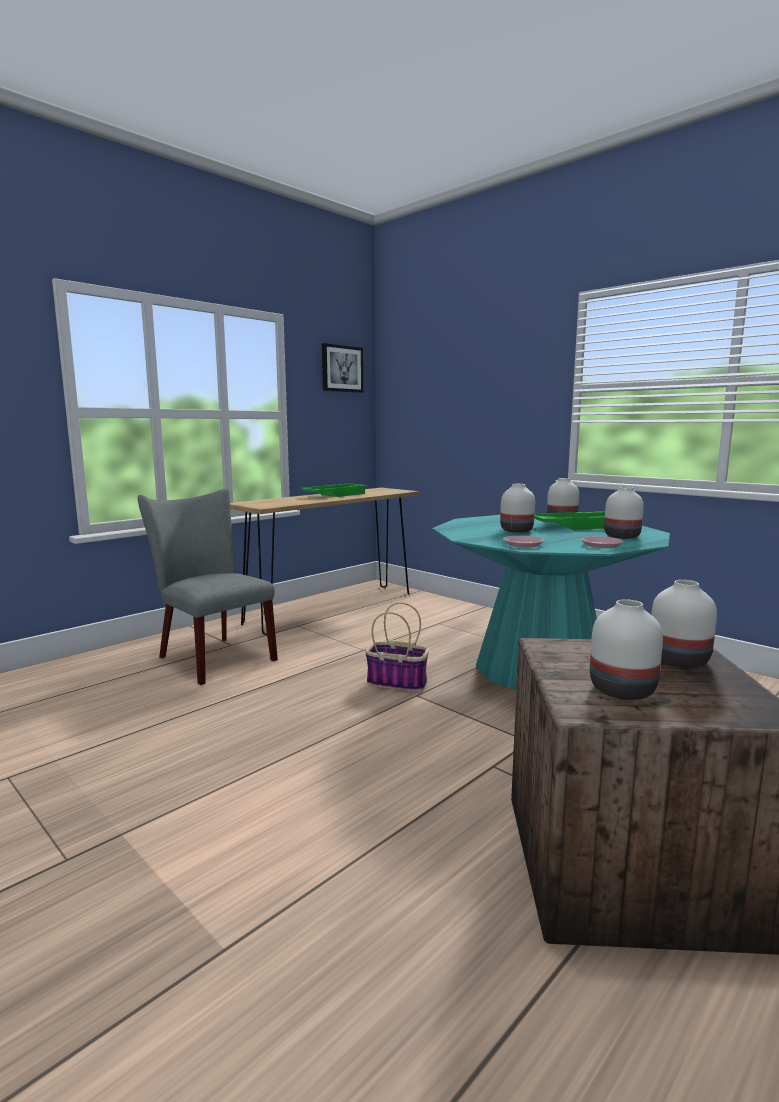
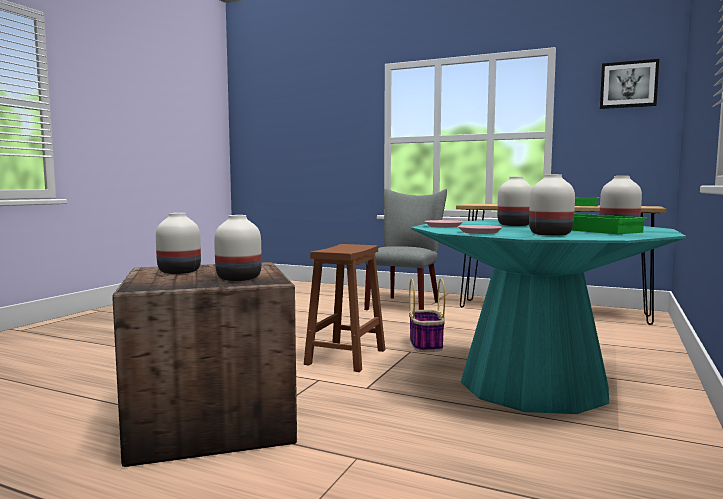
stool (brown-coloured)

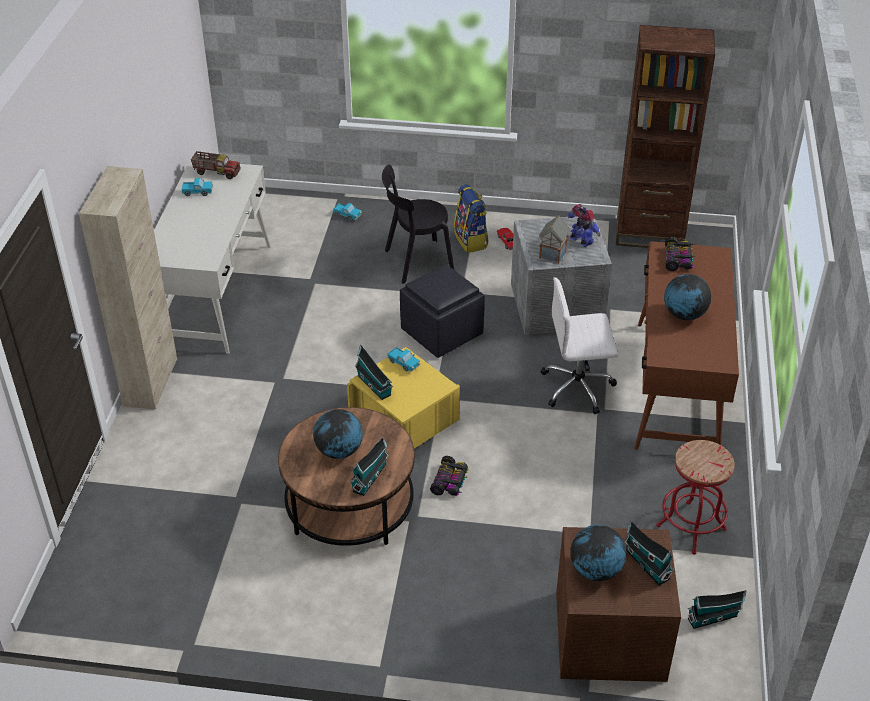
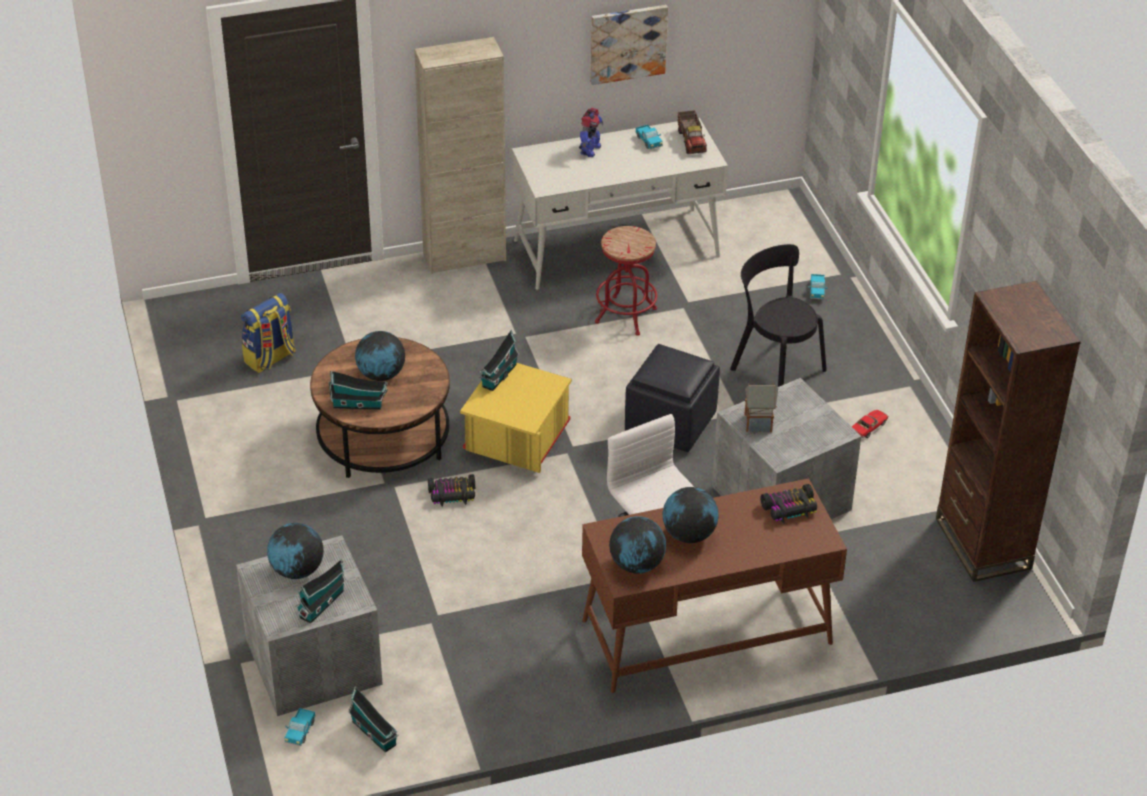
toy truck (no. 1 from left)
knapsack
storage bin (grey) (no. 1 from left)
model robot
stool (reddish)
picture
world globe (no. 3 from left)

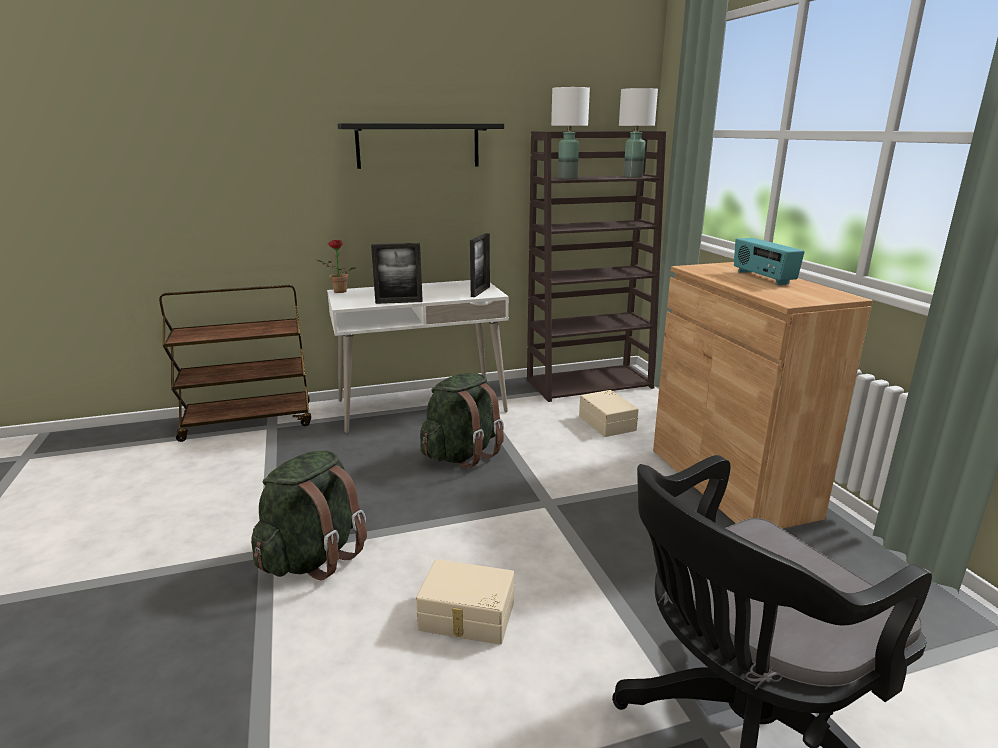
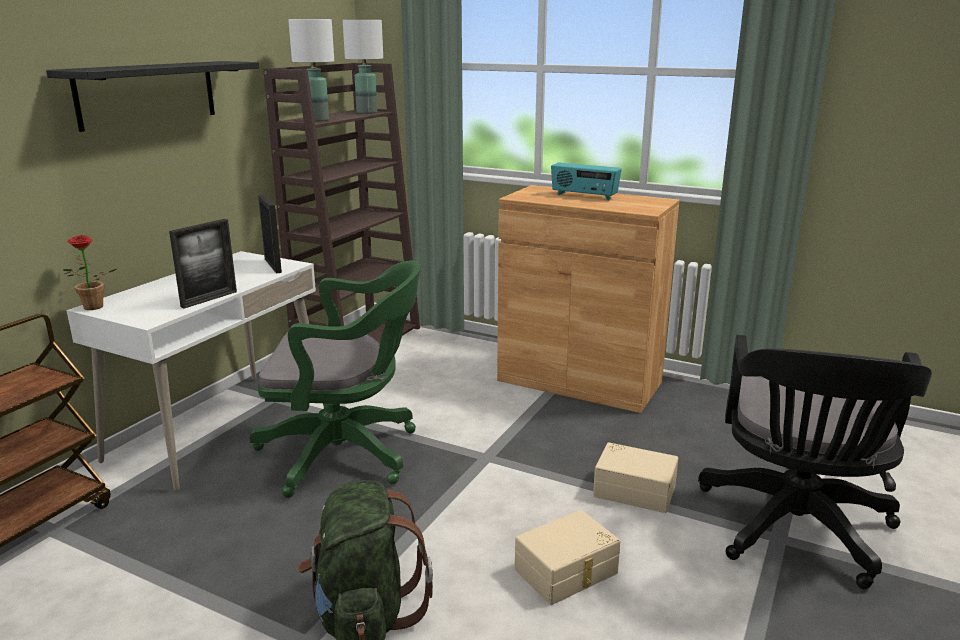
computer chair (green-coloured)
storage bin (beige-coloured) (no. 2 from left)

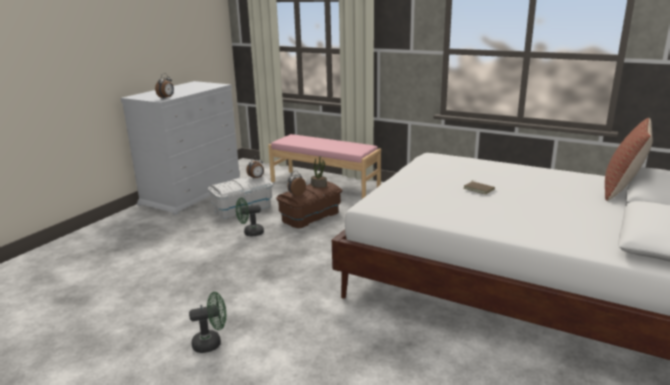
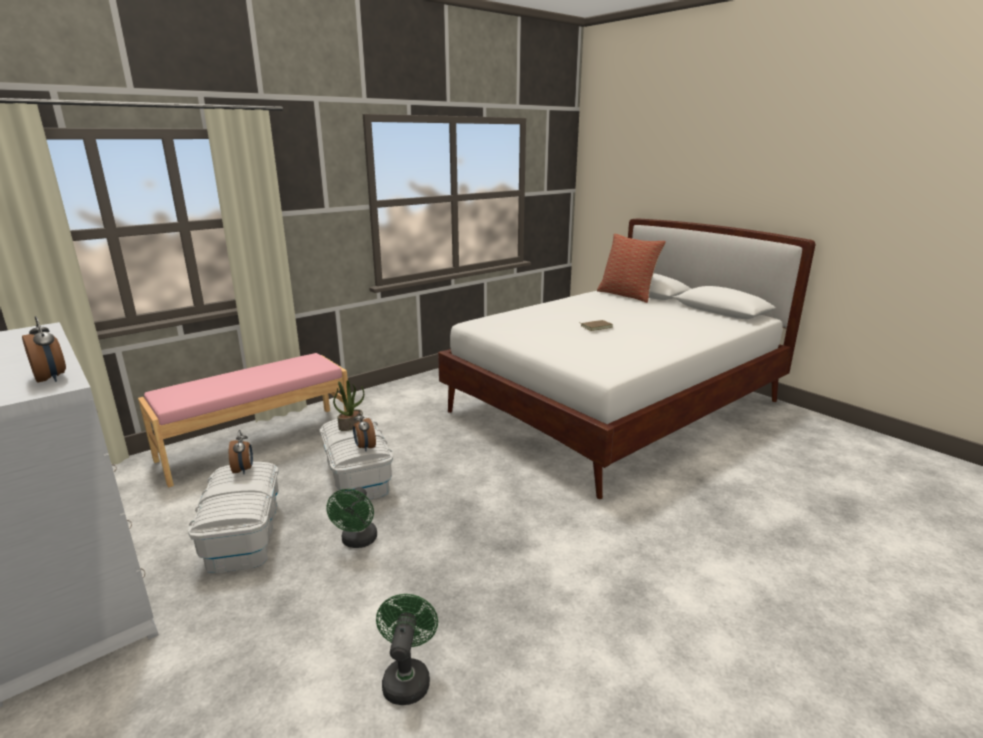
cooling fan (green-coloured) (no. 2 from left)
storage bin (white-coloured) (no. 2 from left)

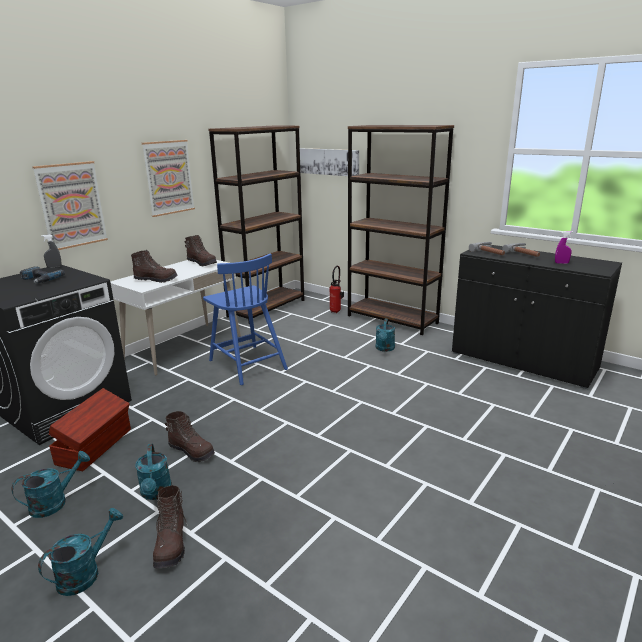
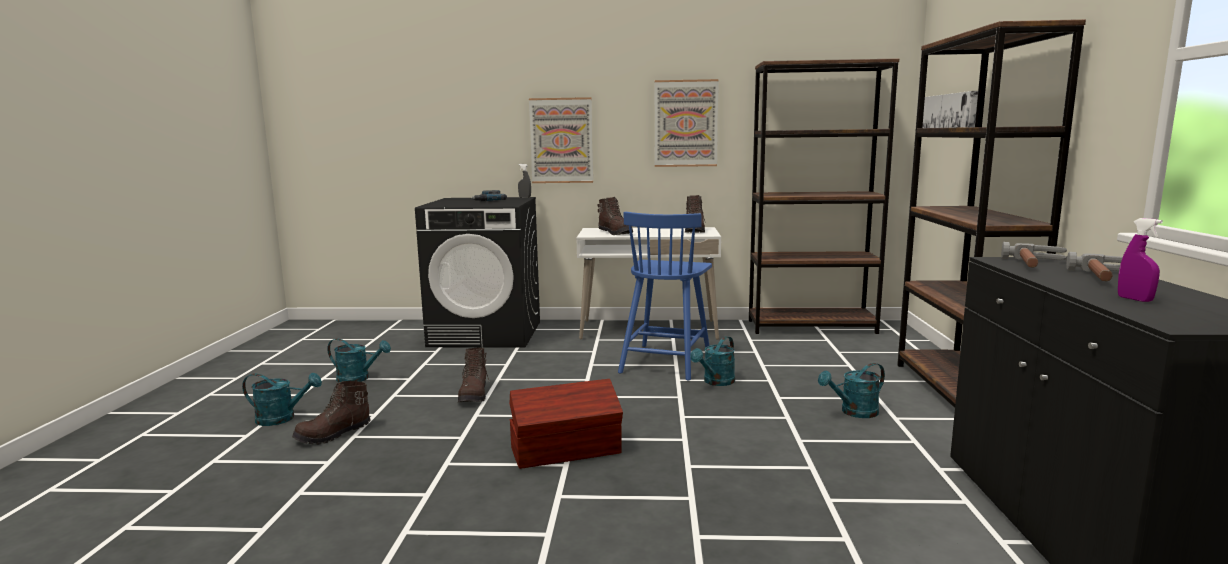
storage bin (brown-coloured)
watering pot (turquoise) (no. 3 from left)
fire-fighting cylinder

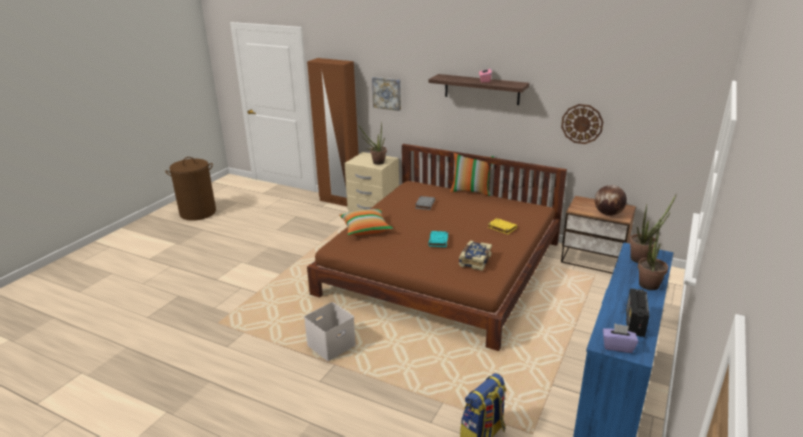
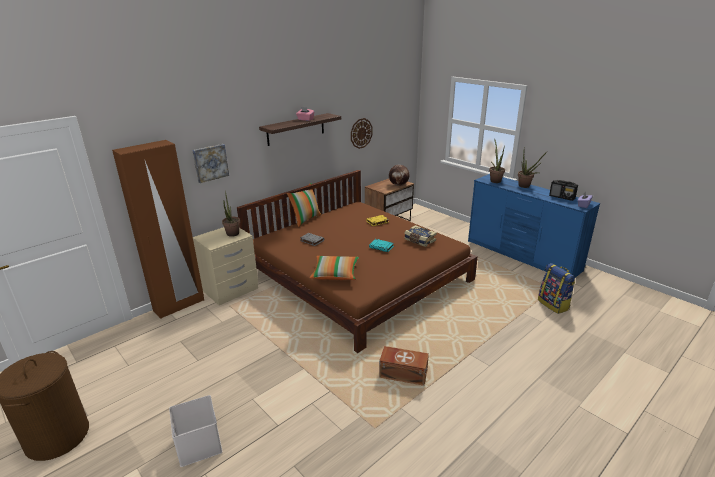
storage bin (white-coloured)
storage bin (brown-coloured)

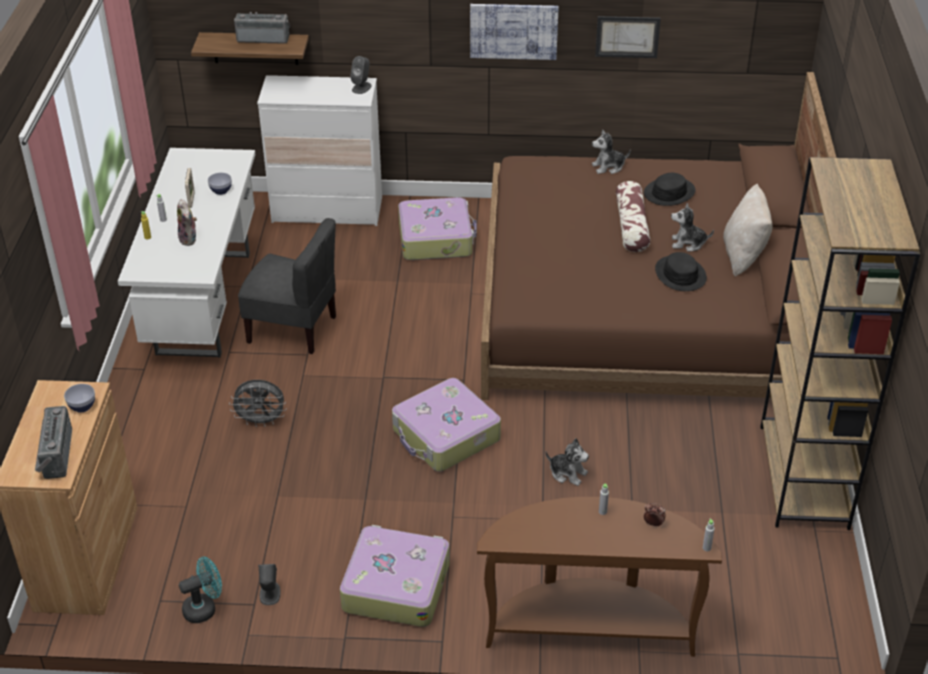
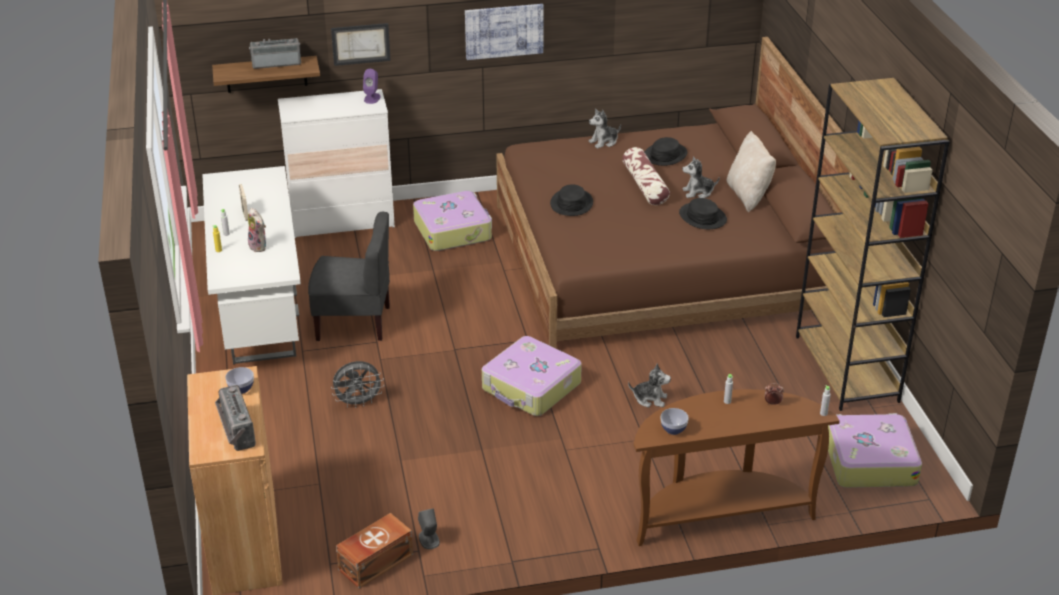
storage bin (brown-coloured)
deep dish (no. 2 from left)
piece of luggage (no. 3 from left)
speaker (purplish)
picture (no. 1 from left)
wearable hat (blackish) (no. 1 from left)

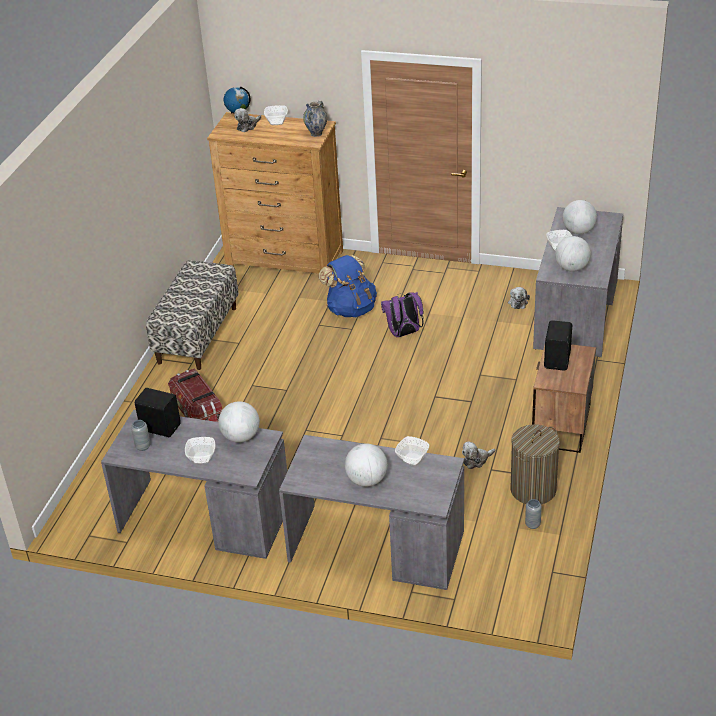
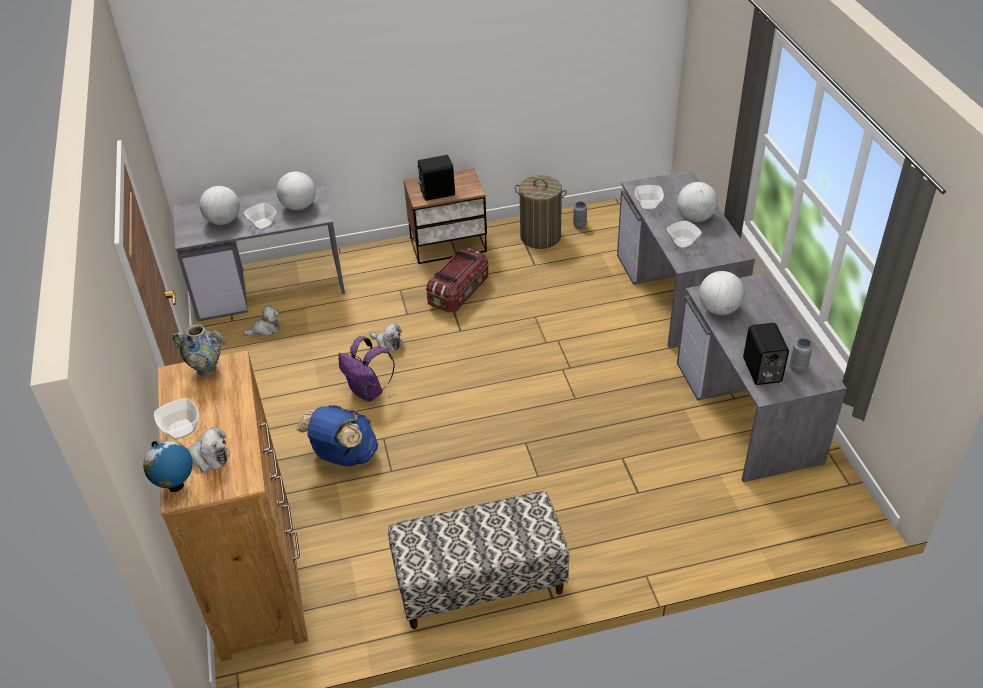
storage bin
deep dish (no. 4 from left)
plush toy (no. 3 from left)

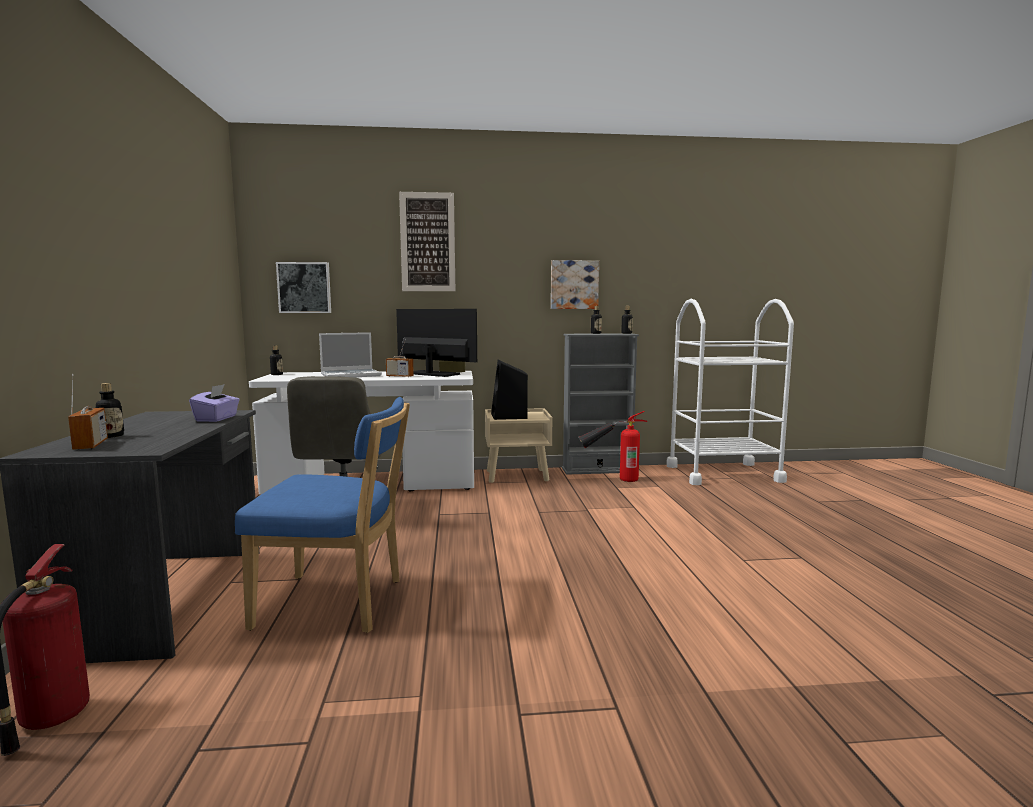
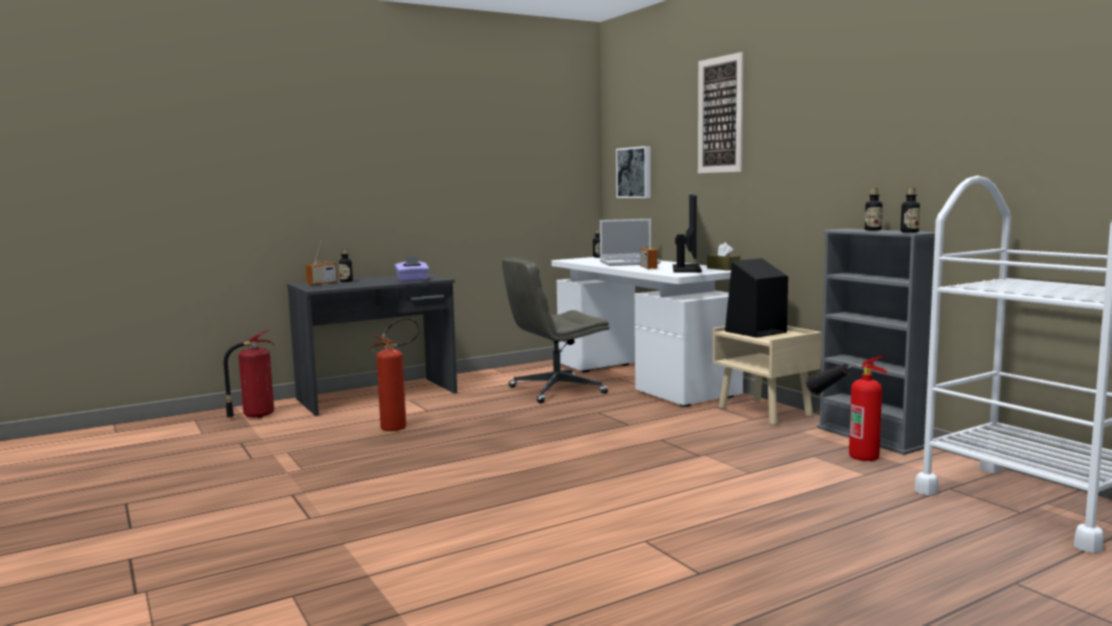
fire-fighting cylinder (no. 2 from left)
portable computer
picture (no. 3 from left in the first image)

